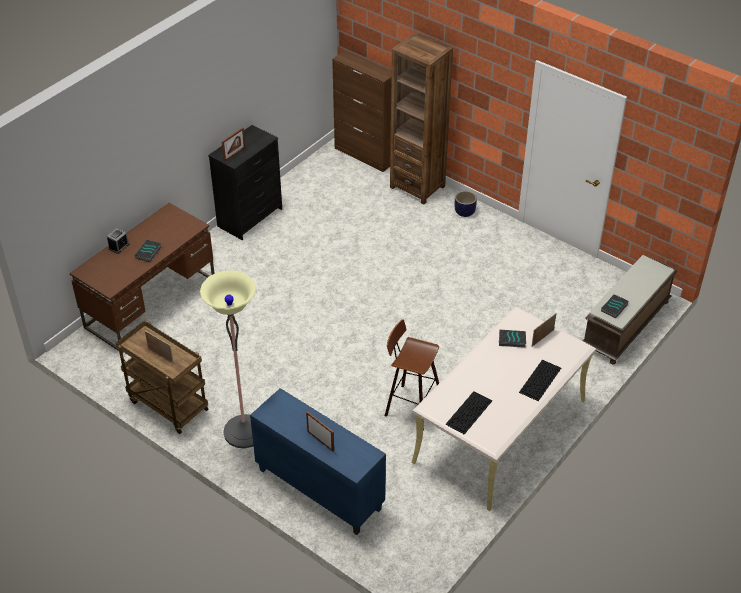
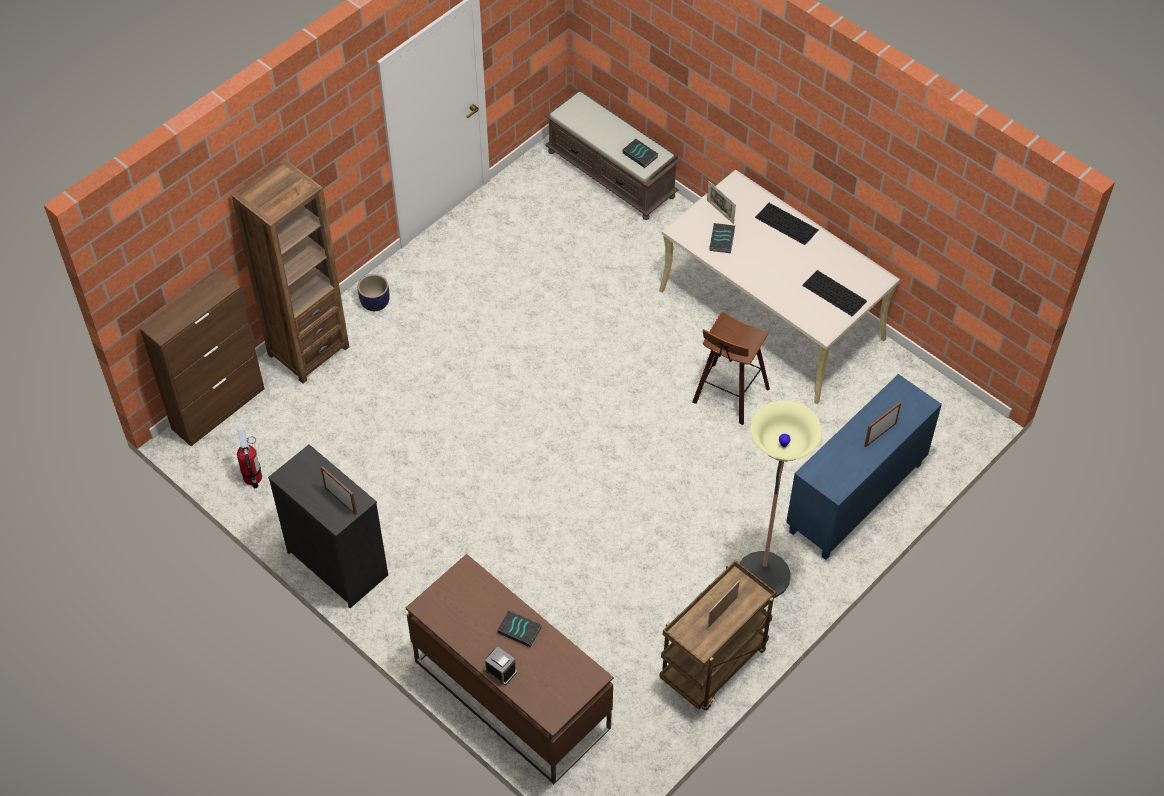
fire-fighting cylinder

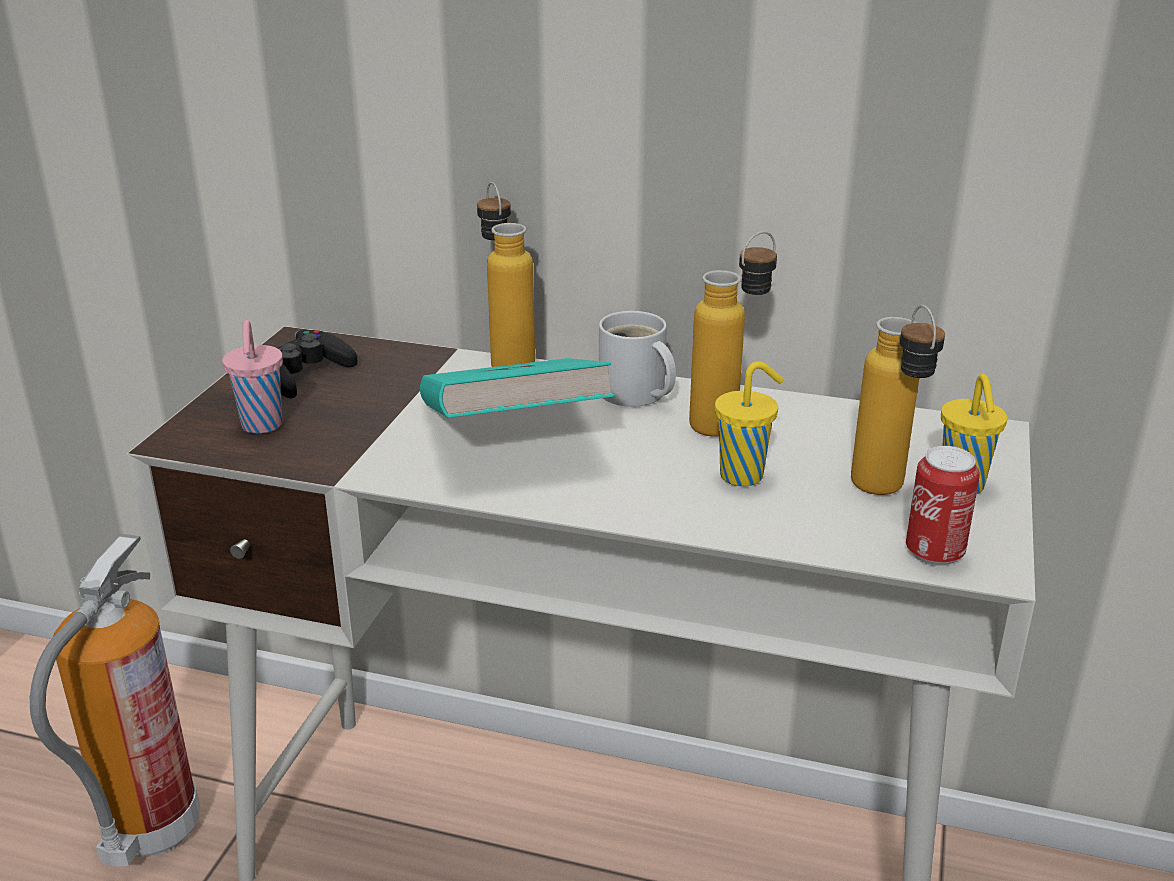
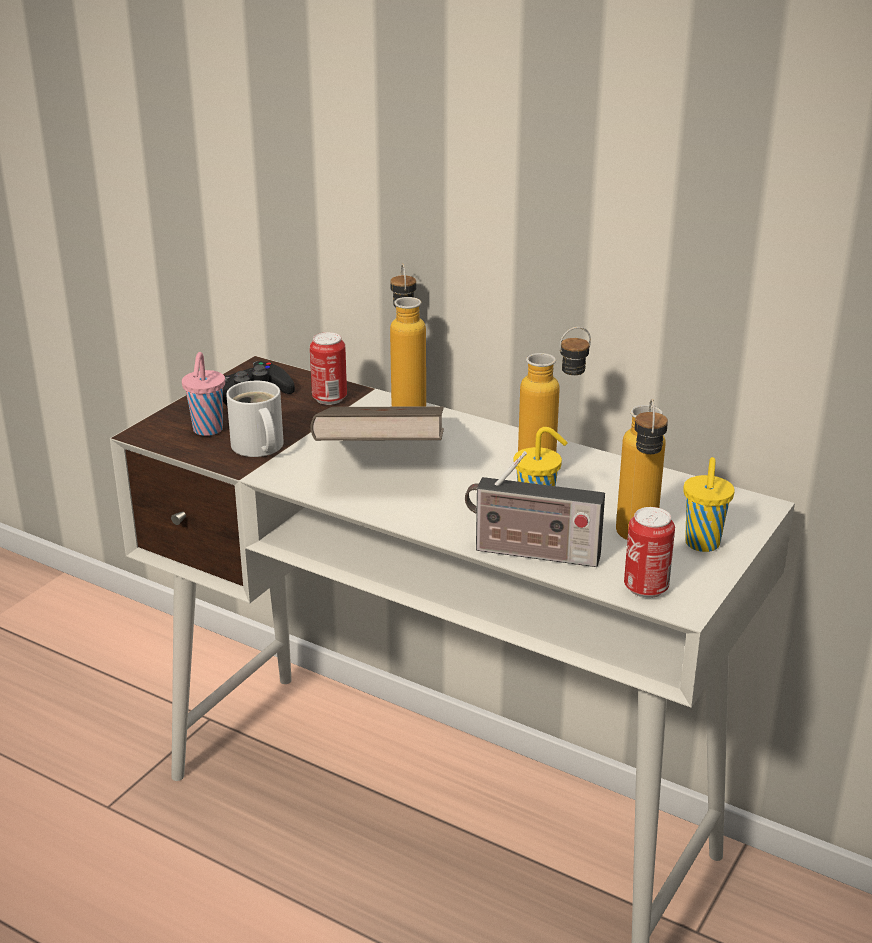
fire-fighting cylinder
bound book (brown-coloured)
tea mug (white-coloured)
metal can (no. 1 from left)
radio set

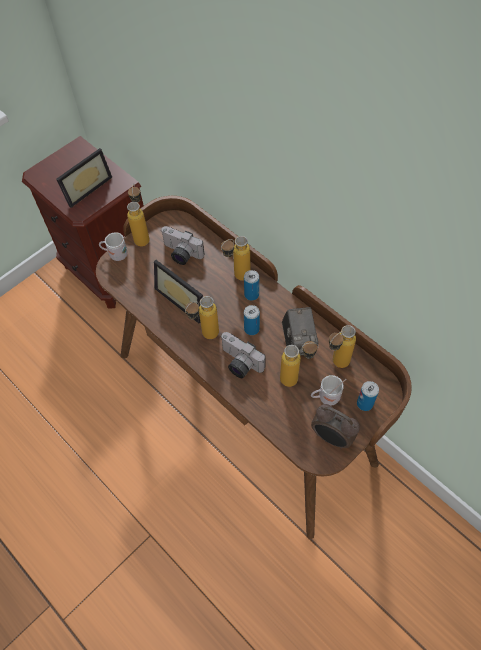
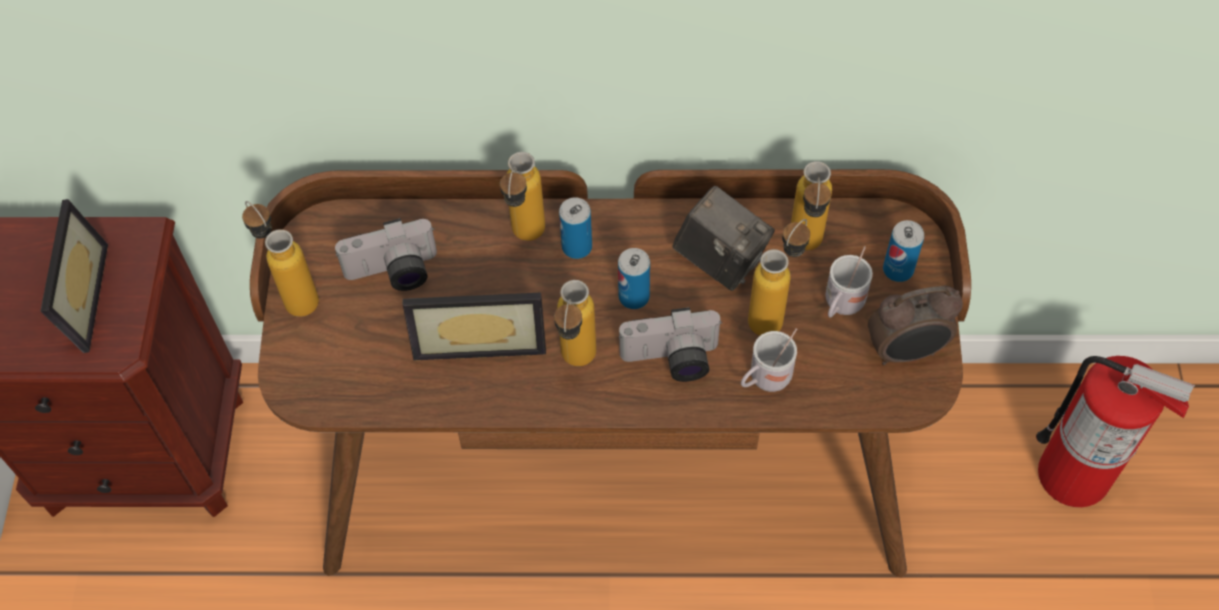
tea mug (white-coloured) (no. 1 from left)
fire-fighting cylinder

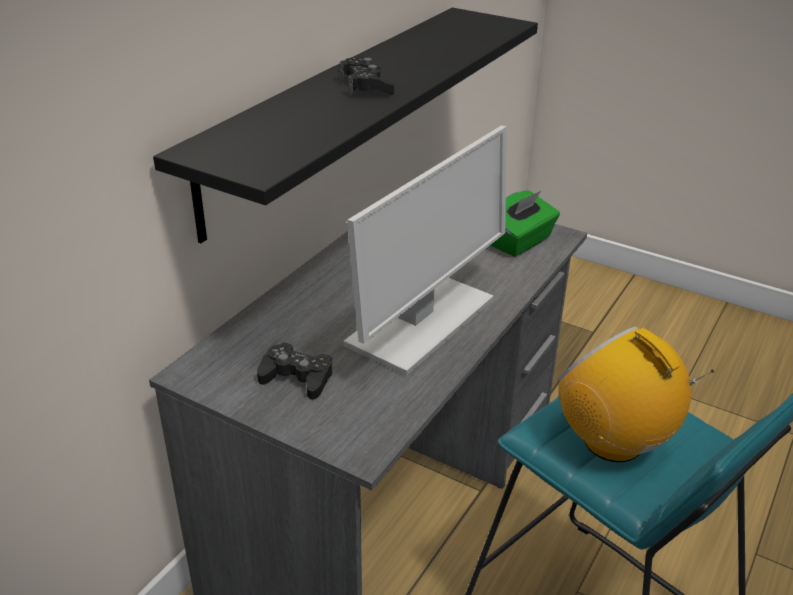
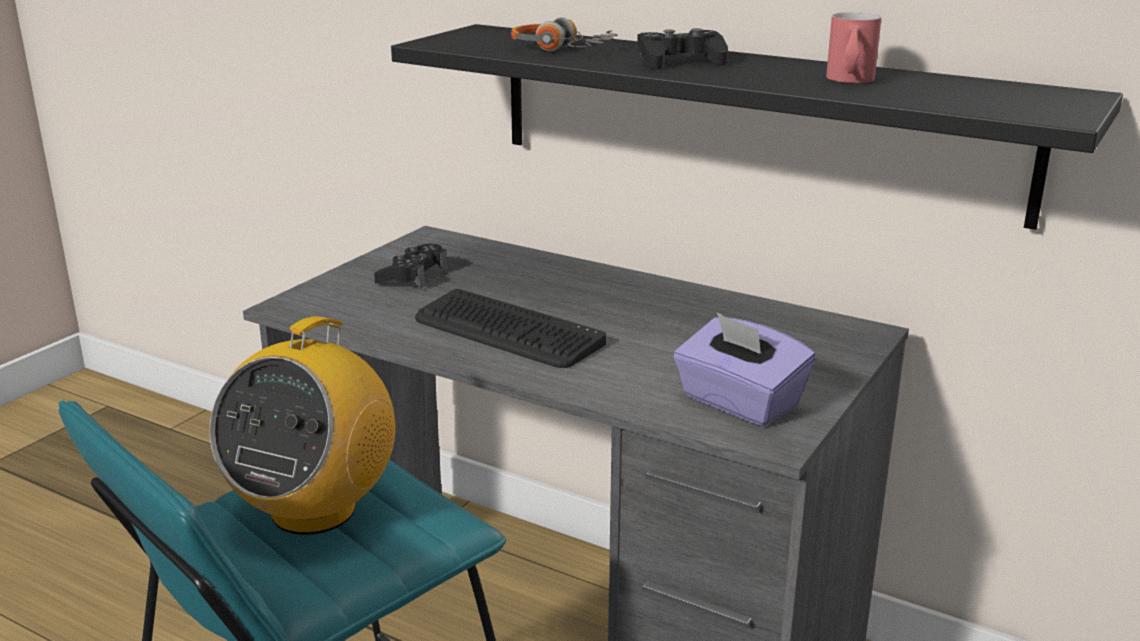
keyboard
tissue holder (purplish)
radio set
pair of headphones
tea mug (reddish)

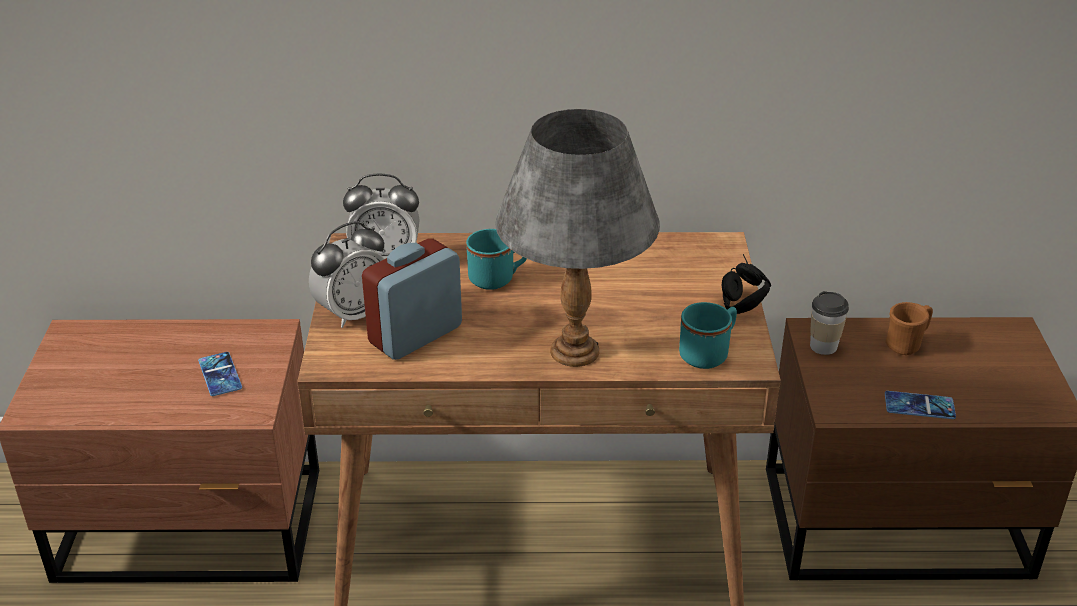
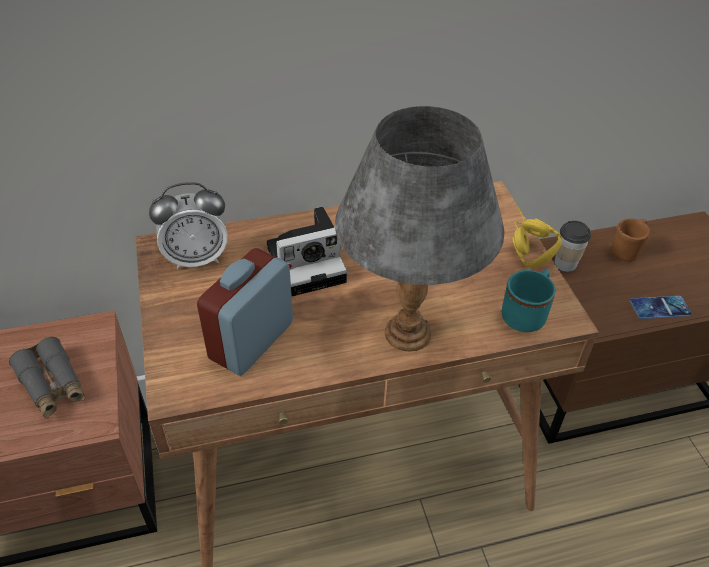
field glasses (grey)
table clock (no. 1 from left in the first image)
photo camera
pair of headphones (yellow)

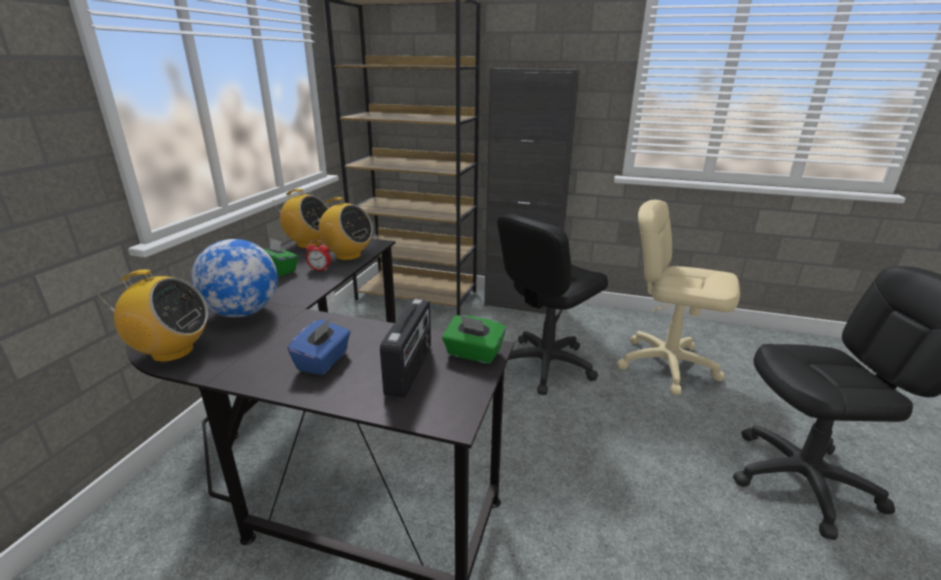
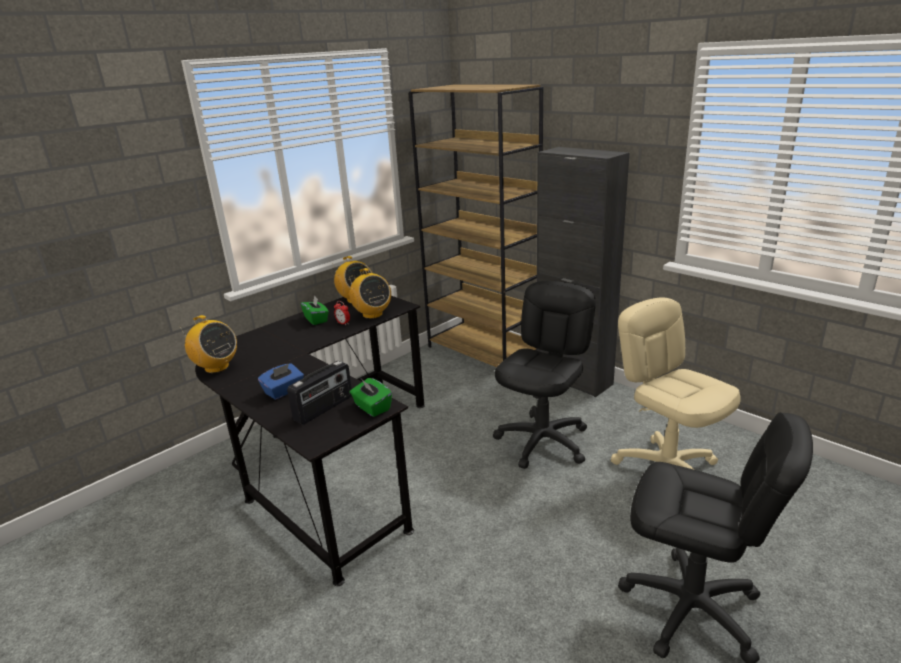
world globe
computer chair (blackish) (no. 1 from left)

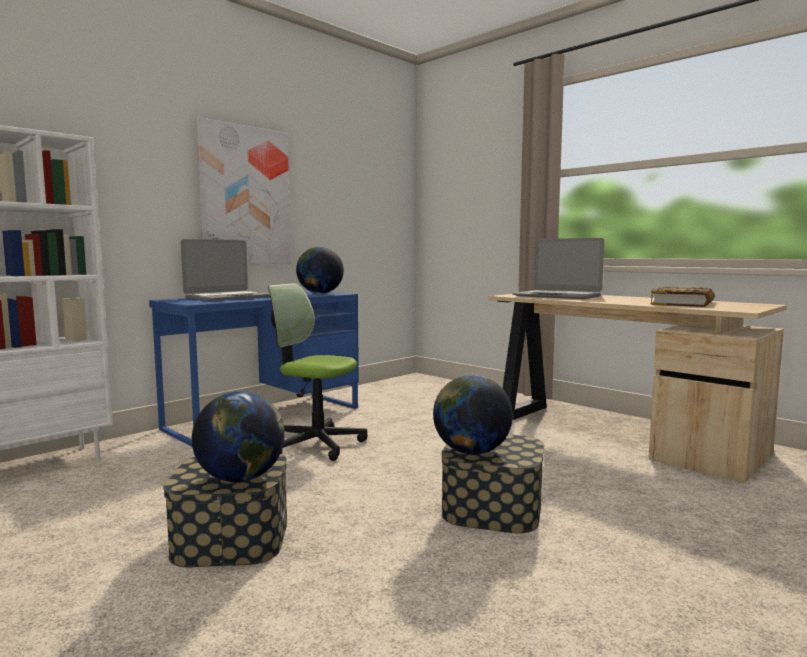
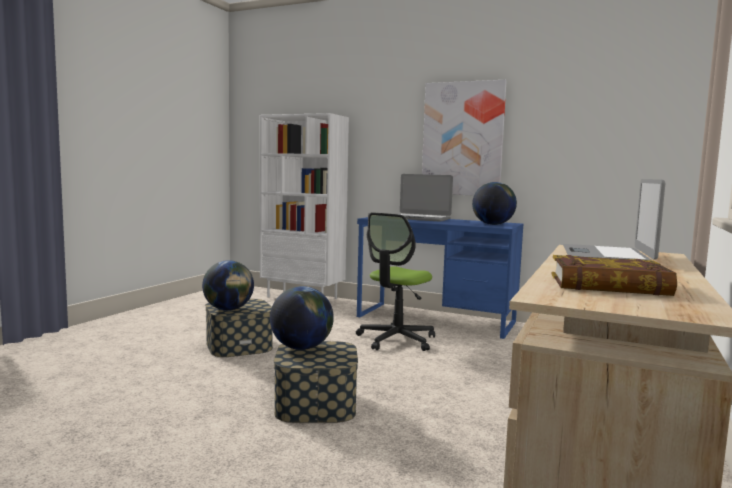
computer chair

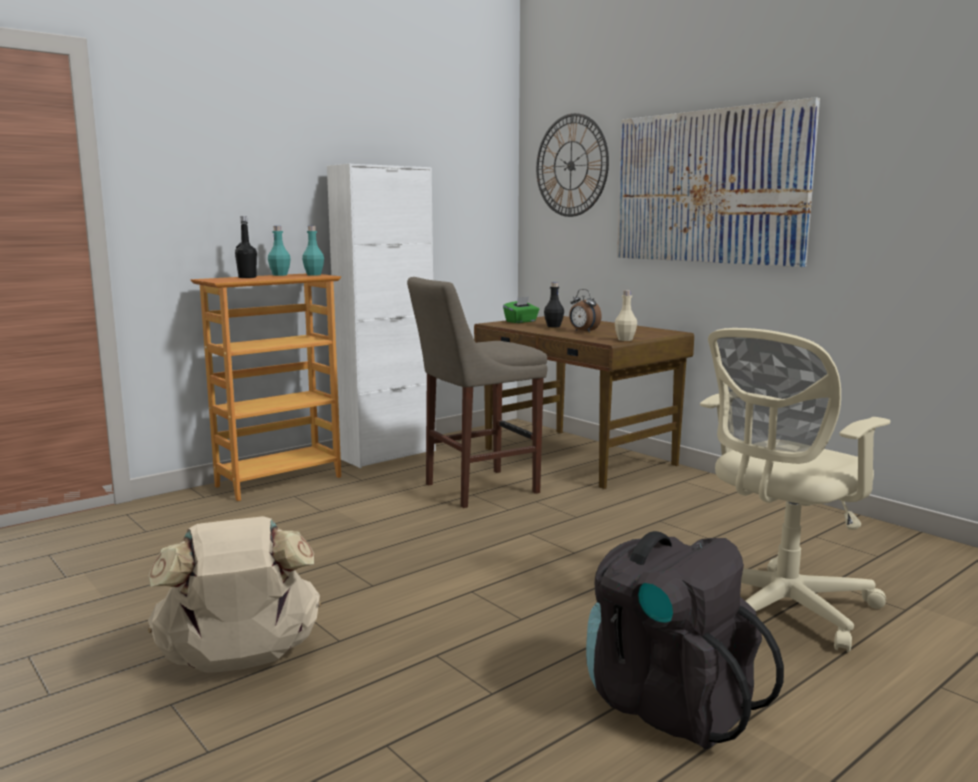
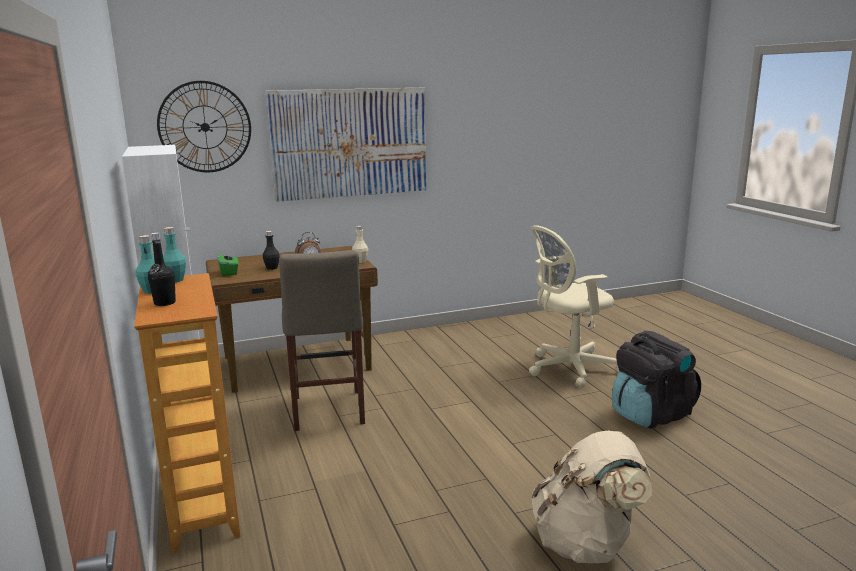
computer chair (beige-coloured)

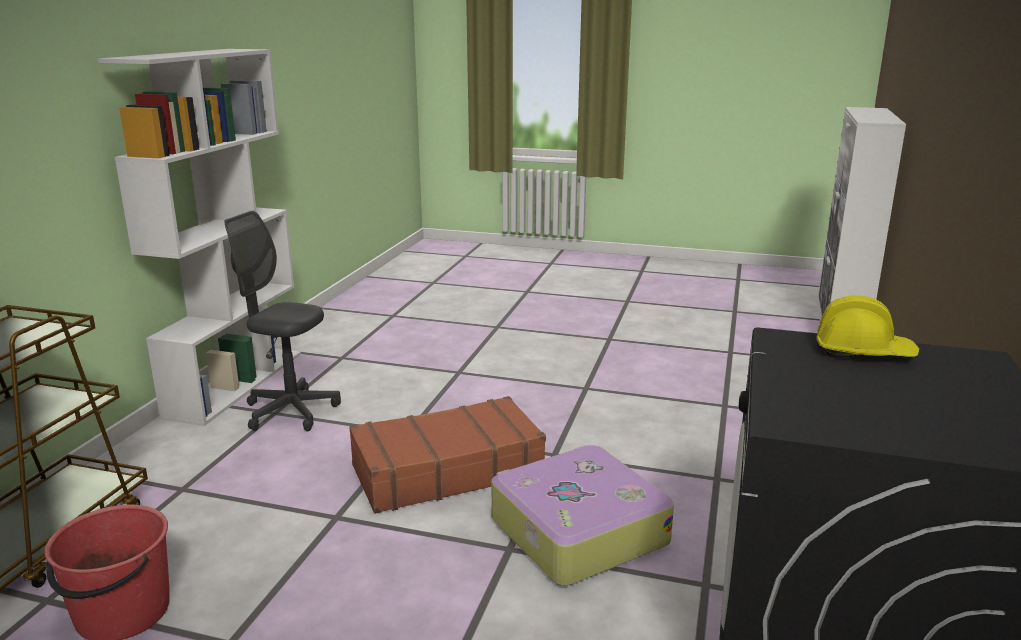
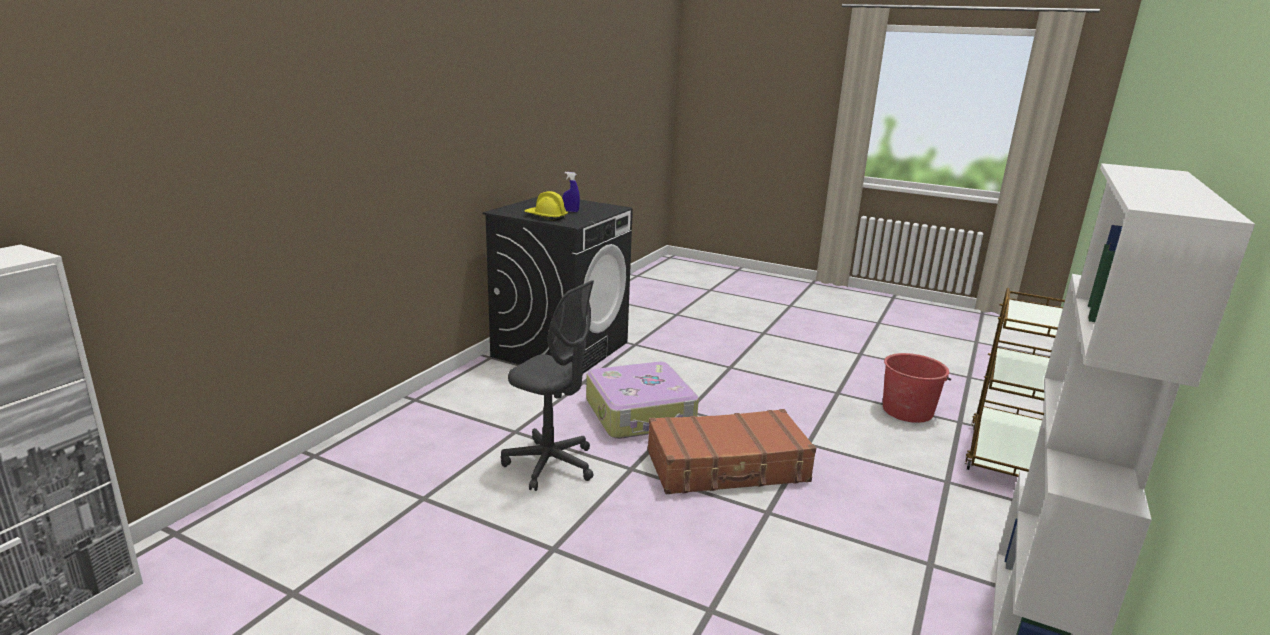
computer chair (grey)
sprayer (blue)

